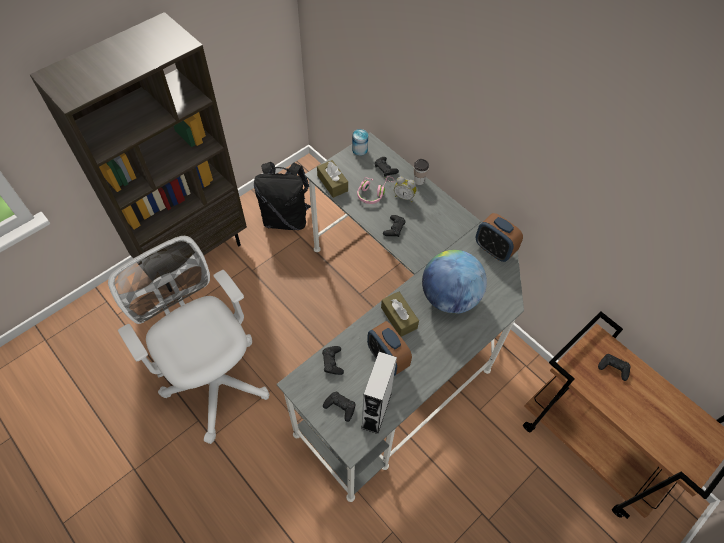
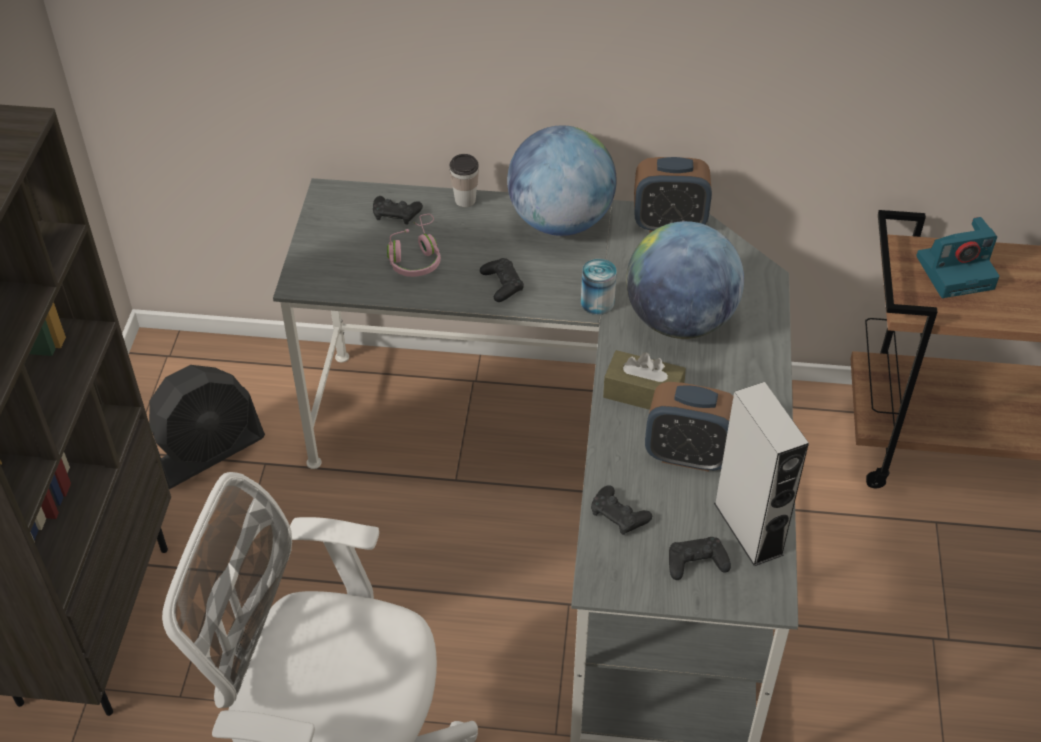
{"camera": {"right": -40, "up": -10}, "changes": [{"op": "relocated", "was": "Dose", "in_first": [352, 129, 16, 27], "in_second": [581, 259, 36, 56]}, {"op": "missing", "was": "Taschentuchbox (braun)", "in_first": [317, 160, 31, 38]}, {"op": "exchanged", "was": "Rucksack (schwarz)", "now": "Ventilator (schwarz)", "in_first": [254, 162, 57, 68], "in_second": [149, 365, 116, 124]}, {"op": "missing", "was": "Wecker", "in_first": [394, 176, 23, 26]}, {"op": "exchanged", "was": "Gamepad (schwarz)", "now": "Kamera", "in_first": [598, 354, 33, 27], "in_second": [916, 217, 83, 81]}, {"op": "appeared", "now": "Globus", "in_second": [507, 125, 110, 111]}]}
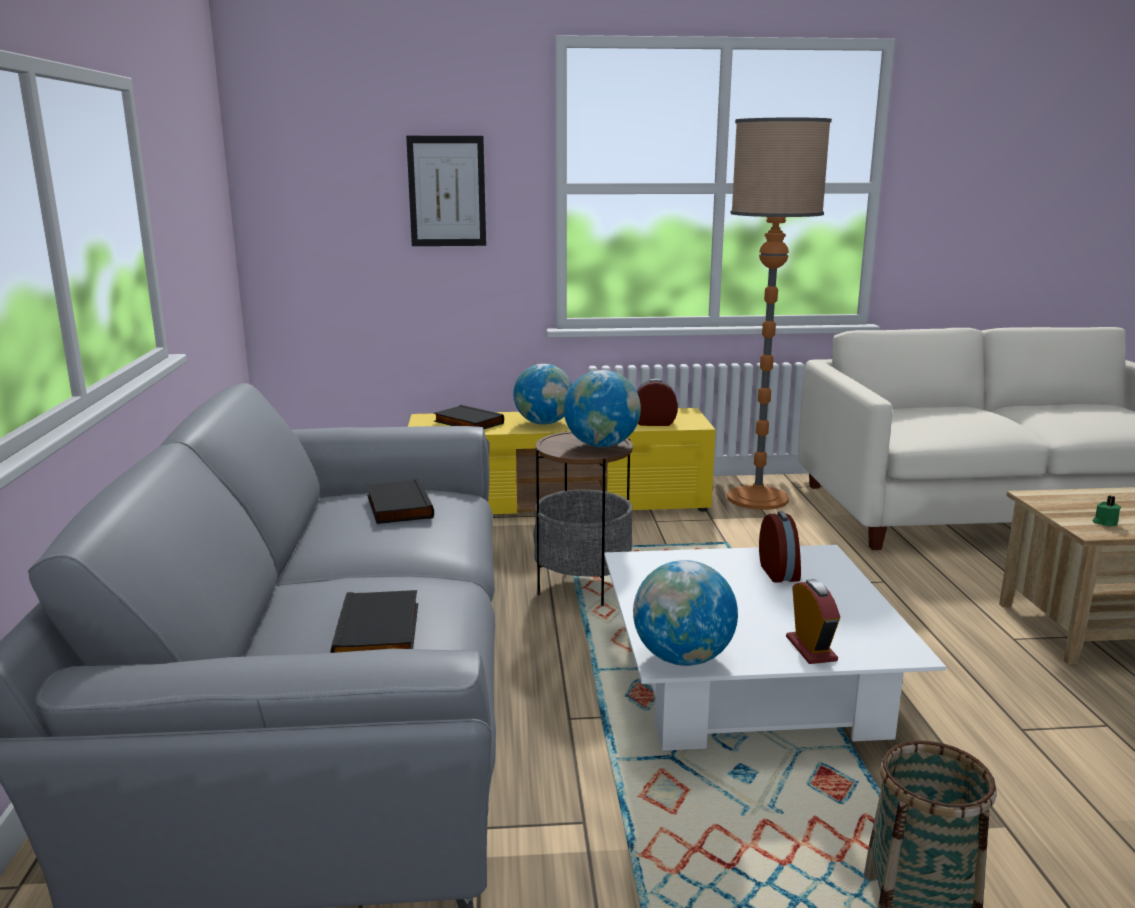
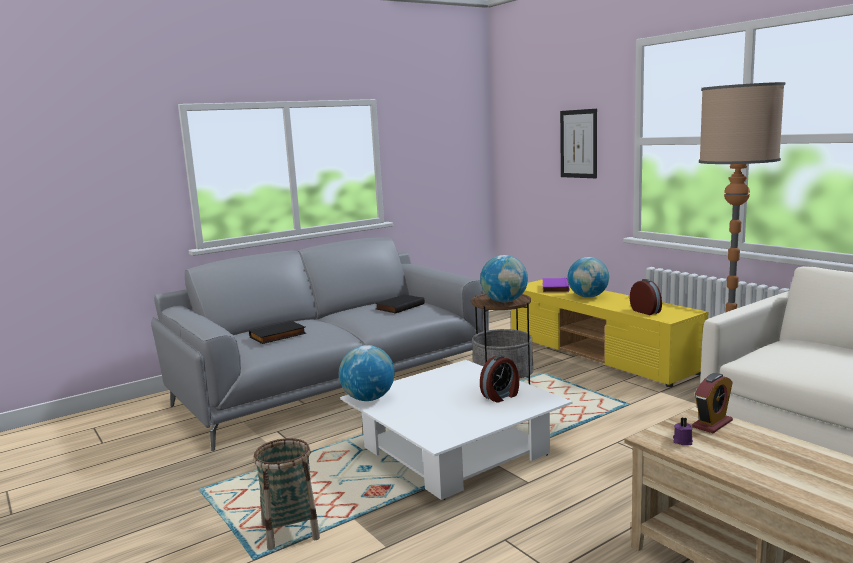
{"camera": {"right": 60, "up": -5}, "changes": [{"op": "colour", "was": "Buch (schwarz)", "now": "Buch (lila)", "in_first": [434, 405, 70, 24], "in_second": [543, 278, 26, 14]}, {"op": "colour", "was": "Kerze (grün)", "now": "Kerze (lila)", "in_first": [1093, 496, 28, 30], "in_second": [673, 417, 20, 28]}, {"op": "relocated", "was": "Wecker", "in_first": [786, 579, 54, 85], "in_second": [692, 373, 41, 60]}]}
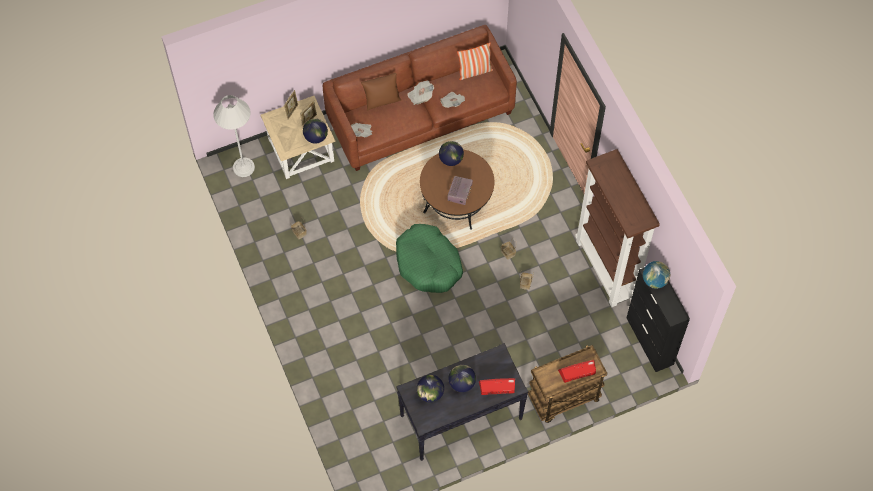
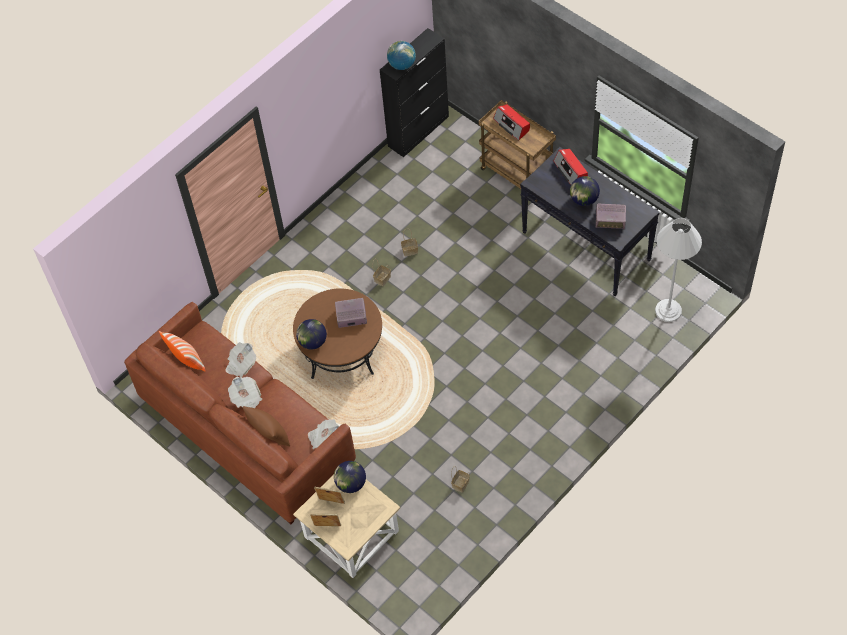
{"camera": {"right": -110, "up": -5}, "changes": [{"op": "relocated", "was": "Stehlampe (weiß)", "in_first": [213, 95, 42, 82], "in_second": [655, 218, 47, 104]}, {"op": "missing", "was": "Bücherregal (braun)", "in_first": [575, 149, 85, 158]}, {"op": "missing", "was": "Hundebett (grün)", "in_first": [396, 224, 67, 69]}, {"op": "exchanged", "was": "Globus", "now": "Radio", "in_first": [417, 375, 27, 27], "in_second": [596, 204, 30, 25]}]}
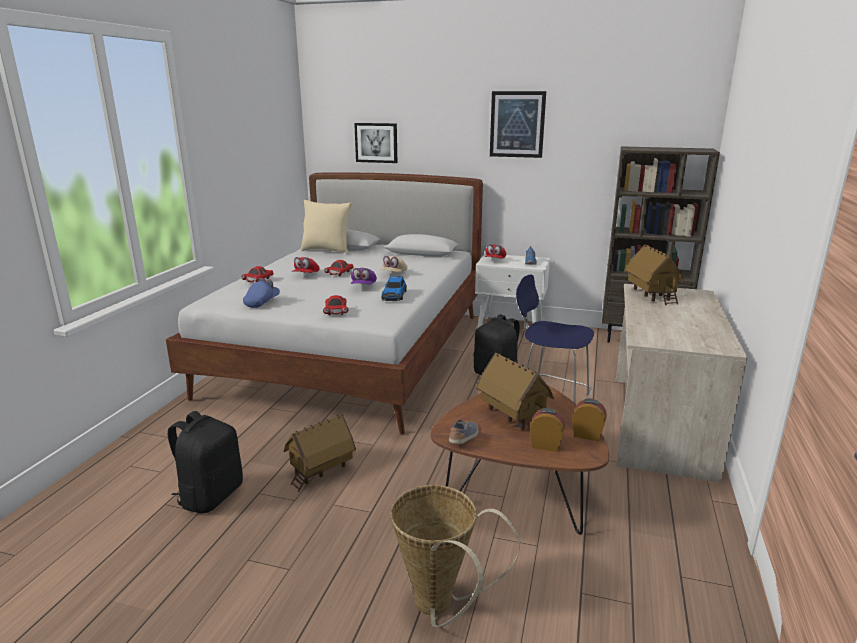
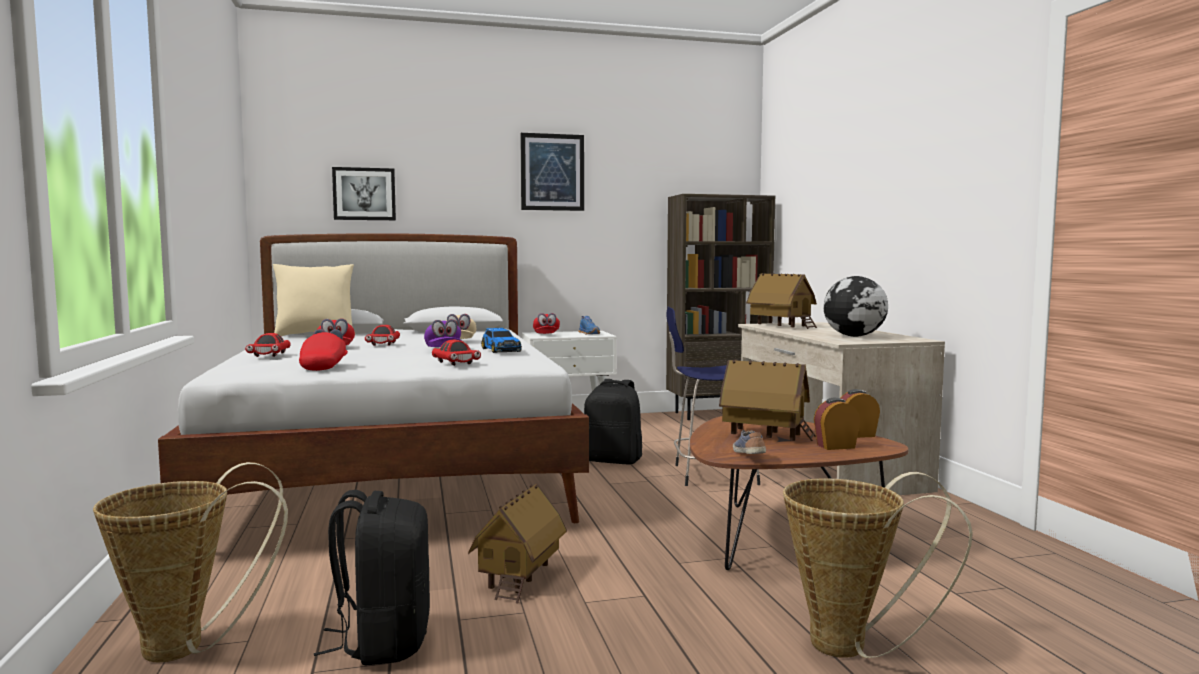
{"camera": {"right": -30, "up": -15}, "changes": [{"op": "colour", "was": "Kappe (blau)", "now": "Kappe (rot)", "in_first": [243, 278, 37, 30], "in_second": [299, 329, 49, 42]}, {"op": "appeared", "now": "Globus", "in_second": [823, 276, 65, 61]}, {"op": "appeared", "now": "Korb", "in_second": [93, 462, 195, 200]}]}
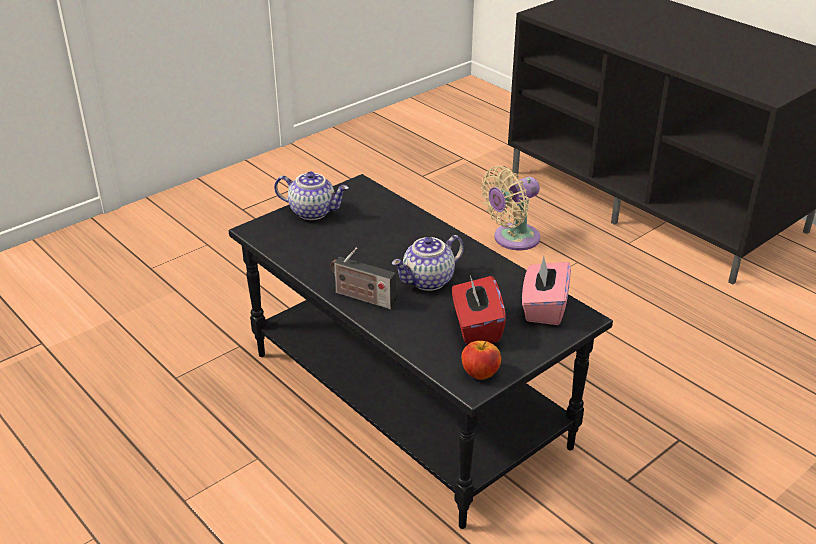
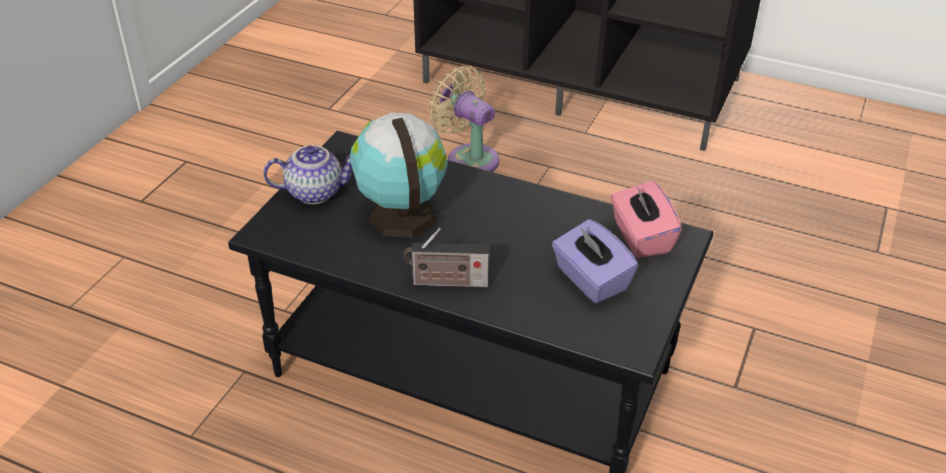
{"camera": {"right": -25, "up": 5}, "changes": [{"op": "spun", "was": "Ventilator (beige)", "in_first": [481, 166, 59, 84], "in_second": [428, 66, 72, 106], "clockwise": 105}, {"op": "missing", "was": "Teekanne", "in_first": [392, 235, 72, 56]}, {"op": "colour", "was": "Taschentuchbox (rot)", "now": "Taschentuchbox (lila)", "in_first": [452, 275, 54, 69], "in_second": [552, 219, 87, 84]}, {"op": "missing", "was": "Apfel", "in_first": [461, 341, 40, 39]}, {"op": "appeared", "now": "Globus", "in_second": [350, 113, 98, 125]}]}
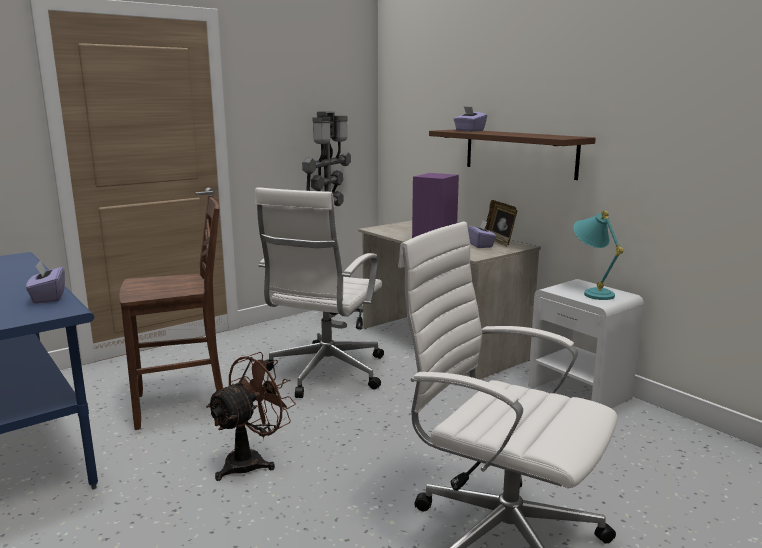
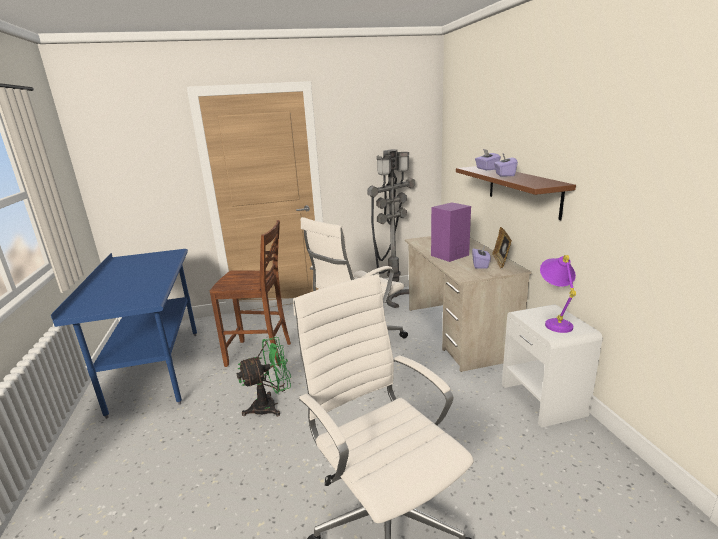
{"camera": {"right": 25, "up": 5}, "changes": [{"op": "colour", "was": "Tischlampe (türkis)", "now": "Tischlampe (lila)", "in_first": [573, 211, 50, 89], "in_second": [540, 255, 36, 78]}, {"op": "relocated", "was": "Taschentuchbox (lila)", "in_first": [26, 260, 39, 44], "in_second": [494, 154, 24, 23]}, {"op": "colour", "was": "Ventilator (braun)", "now": "Ventilator (grün)", "in_first": [206, 352, 90, 129], "in_second": [236, 337, 55, 79]}]}
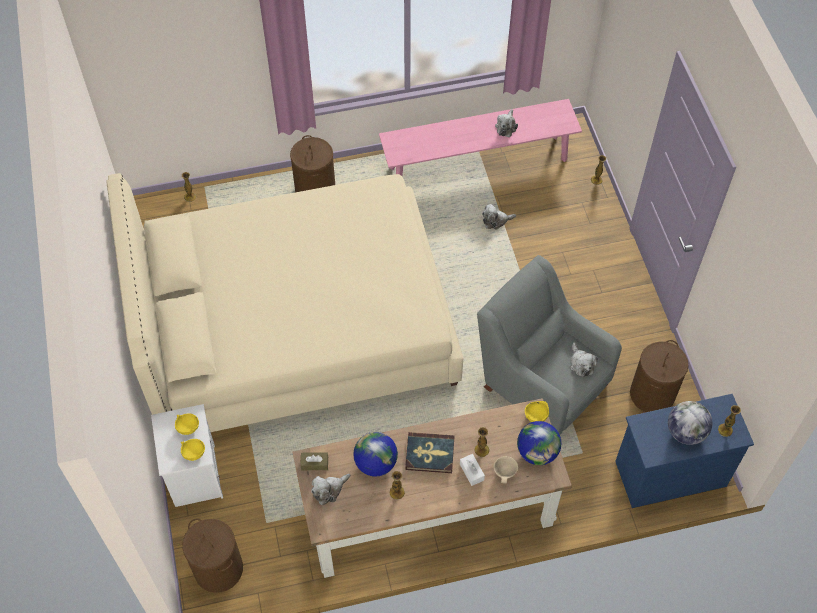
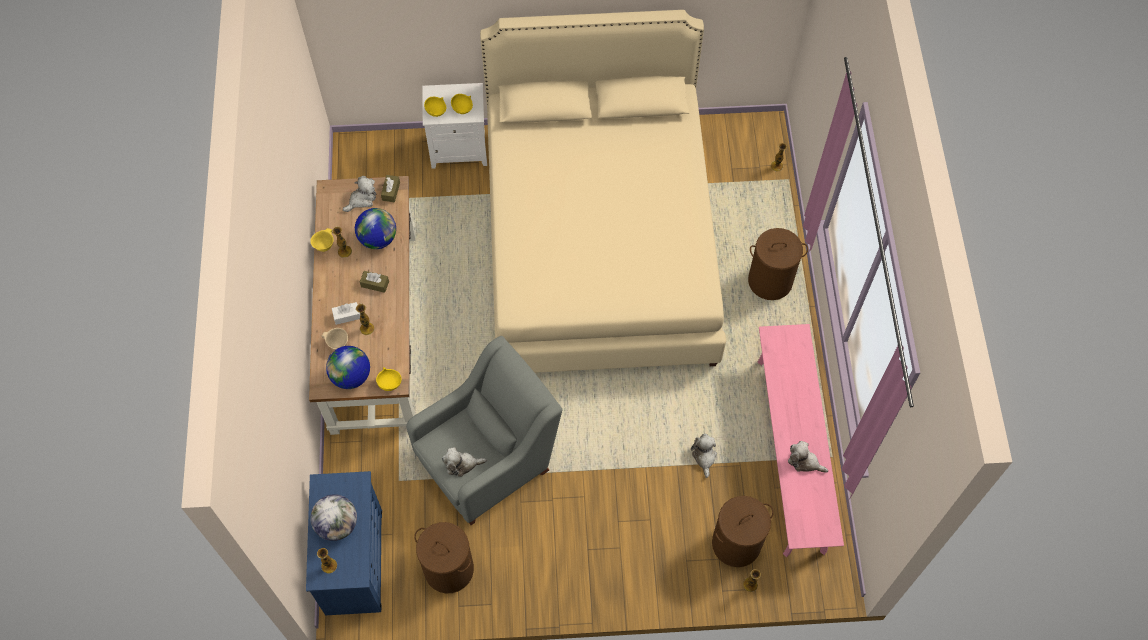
{"camera": {"right": 100, "up": 5}, "changes": [{"op": "exchanged", "was": "Buch", "now": "Taschentuchbox (braun)", "in_first": [405, 432, 50, 41], "in_second": [360, 271, 29, 22]}, {"op": "spun", "was": "Plüschtier", "in_first": [311, 474, 40, 31], "in_second": [343, 176, 33, 36], "clockwise": 75}, {"op": "relocated", "was": "Wäschekorb (braun)", "in_first": [182, 519, 61, 74], "in_second": [712, 496, 62, 71]}, {"op": "appeared", "now": "Schüssel (gelb)", "in_second": [310, 228, 24, 24]}]}
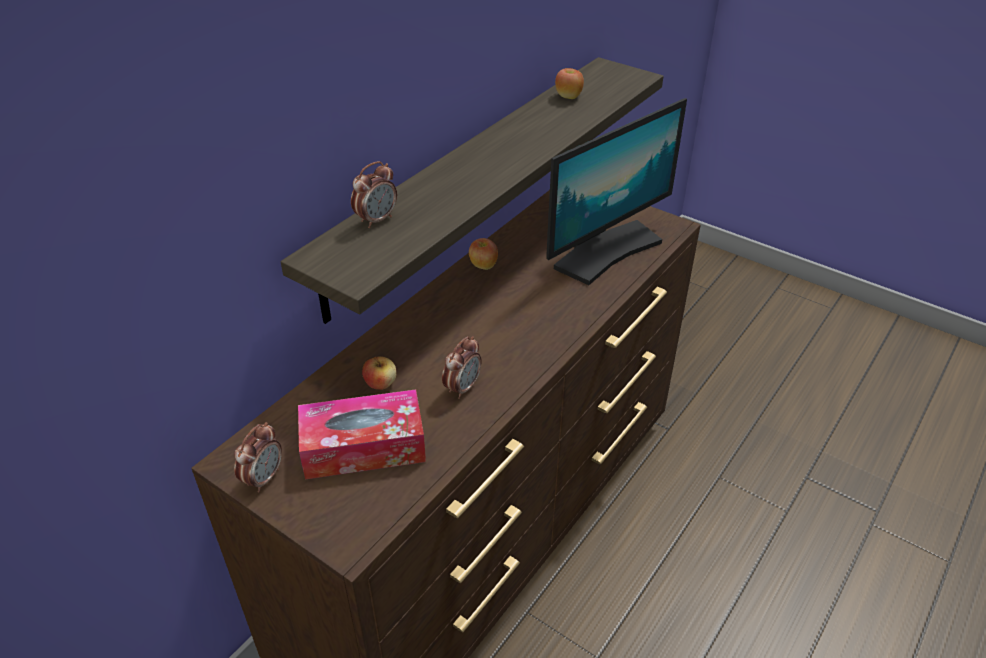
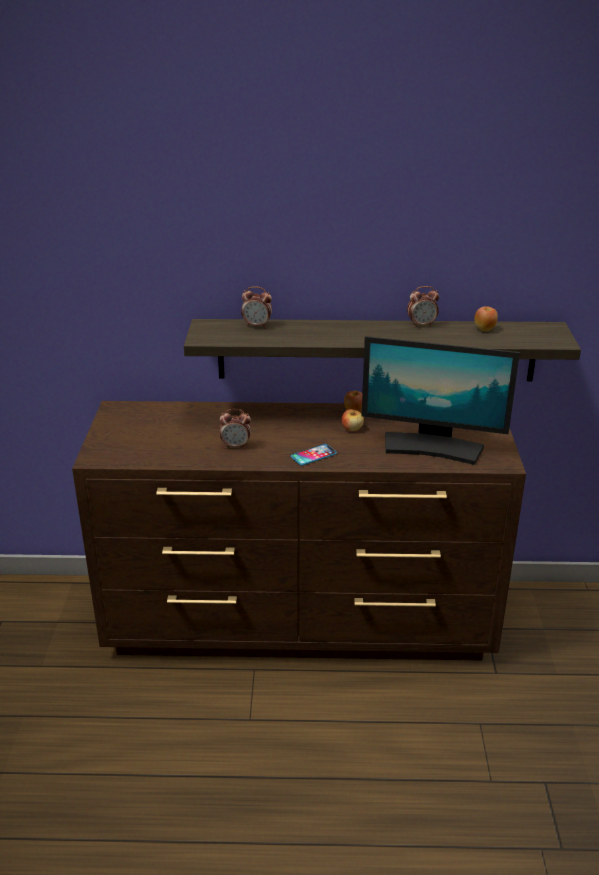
{"camera": {"right": 55, "up": -10}, "changes": [{"op": "relocated", "was": "Apfel", "in_first": [362, 356, 35, 34], "in_second": [342, 408, 22, 23]}, {"op": "missing", "was": "Taschentuchbox", "in_first": [298, 389, 128, 90]}, {"op": "relocated", "was": "Wecker", "in_first": [234, 422, 48, 70], "in_second": [407, 286, 32, 41]}, {"op": "appeared", "now": "Handy", "in_second": [291, 444, 46, 22]}]}
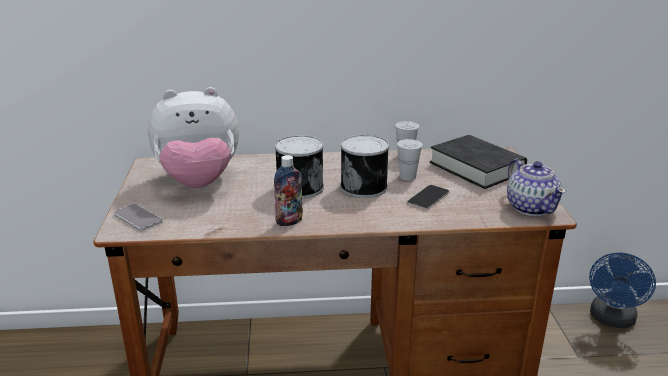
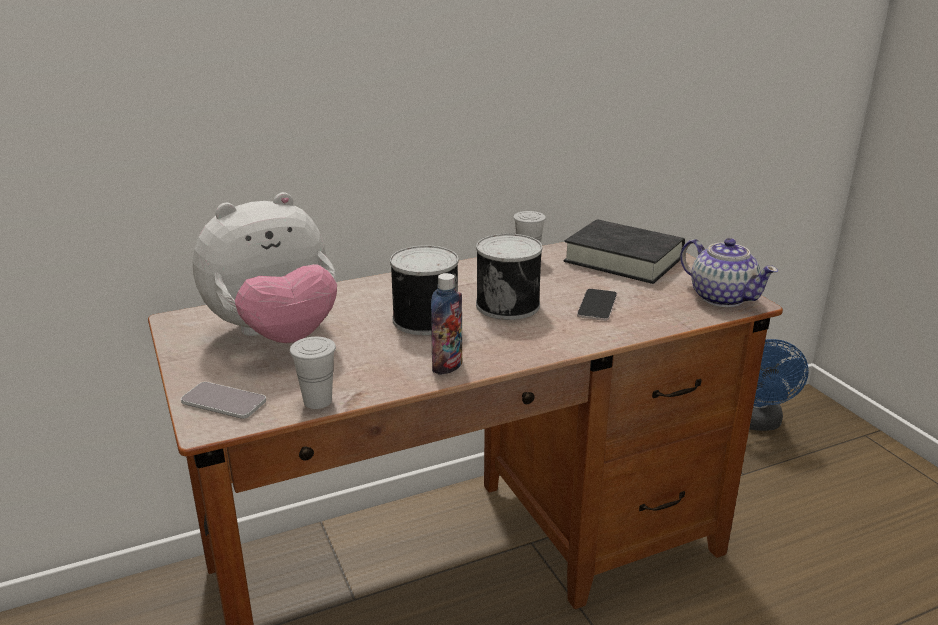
{"camera": {"right": -20, "up": 0}, "changes": [{"op": "relocated", "was": "Tasse (weiß)", "in_first": [397, 139, 26, 42], "in_second": [290, 337, 46, 72]}]}
